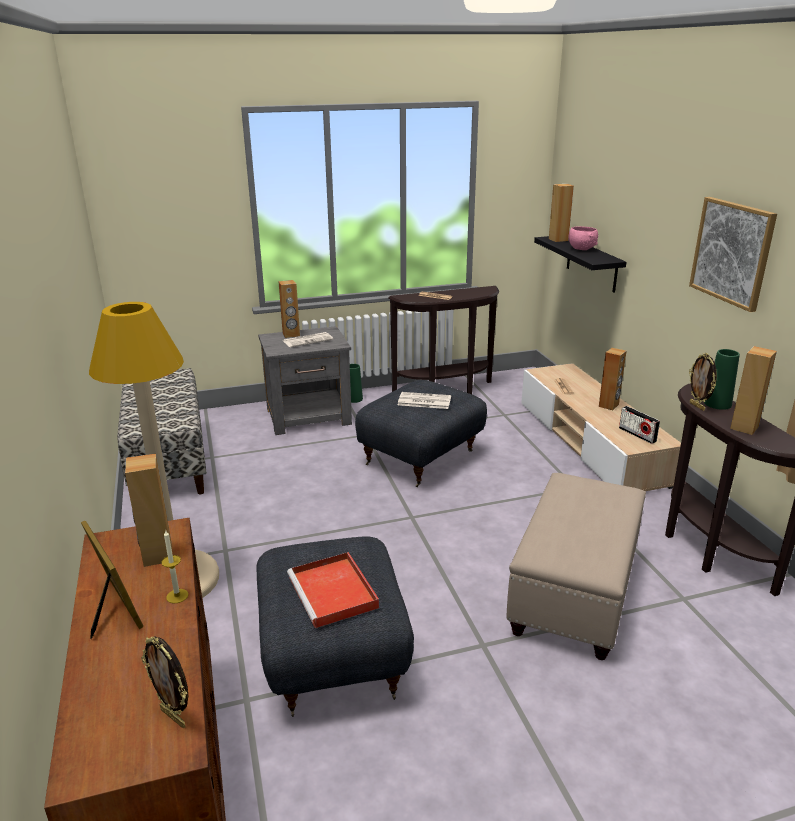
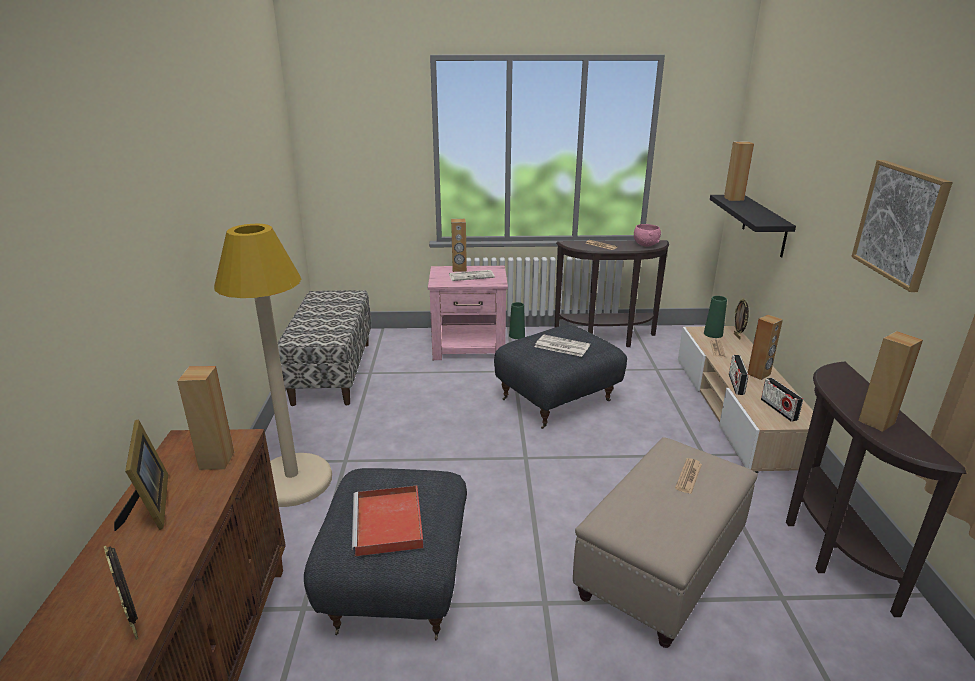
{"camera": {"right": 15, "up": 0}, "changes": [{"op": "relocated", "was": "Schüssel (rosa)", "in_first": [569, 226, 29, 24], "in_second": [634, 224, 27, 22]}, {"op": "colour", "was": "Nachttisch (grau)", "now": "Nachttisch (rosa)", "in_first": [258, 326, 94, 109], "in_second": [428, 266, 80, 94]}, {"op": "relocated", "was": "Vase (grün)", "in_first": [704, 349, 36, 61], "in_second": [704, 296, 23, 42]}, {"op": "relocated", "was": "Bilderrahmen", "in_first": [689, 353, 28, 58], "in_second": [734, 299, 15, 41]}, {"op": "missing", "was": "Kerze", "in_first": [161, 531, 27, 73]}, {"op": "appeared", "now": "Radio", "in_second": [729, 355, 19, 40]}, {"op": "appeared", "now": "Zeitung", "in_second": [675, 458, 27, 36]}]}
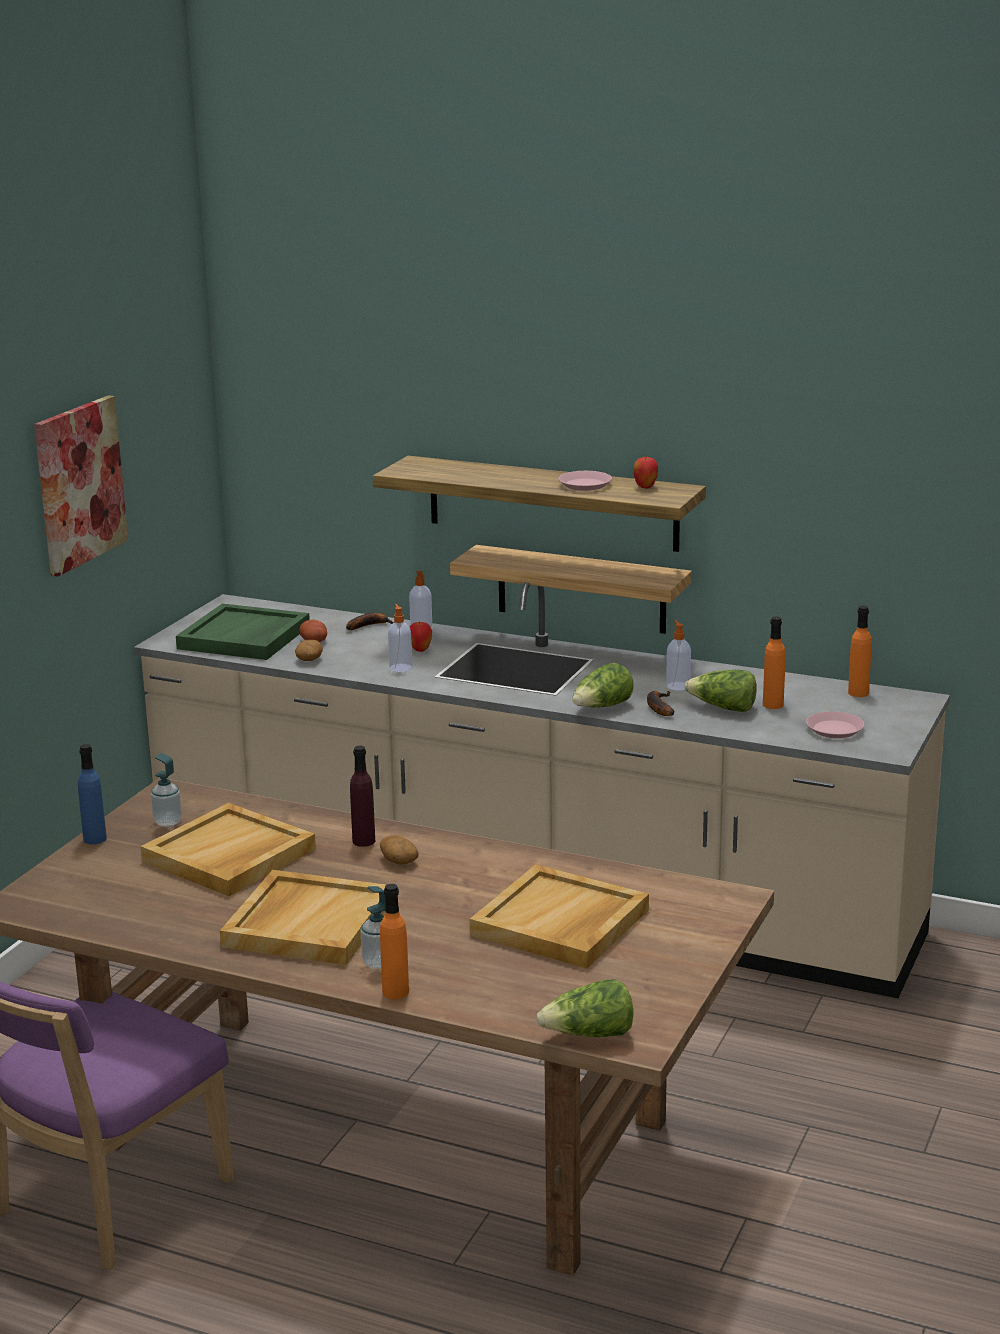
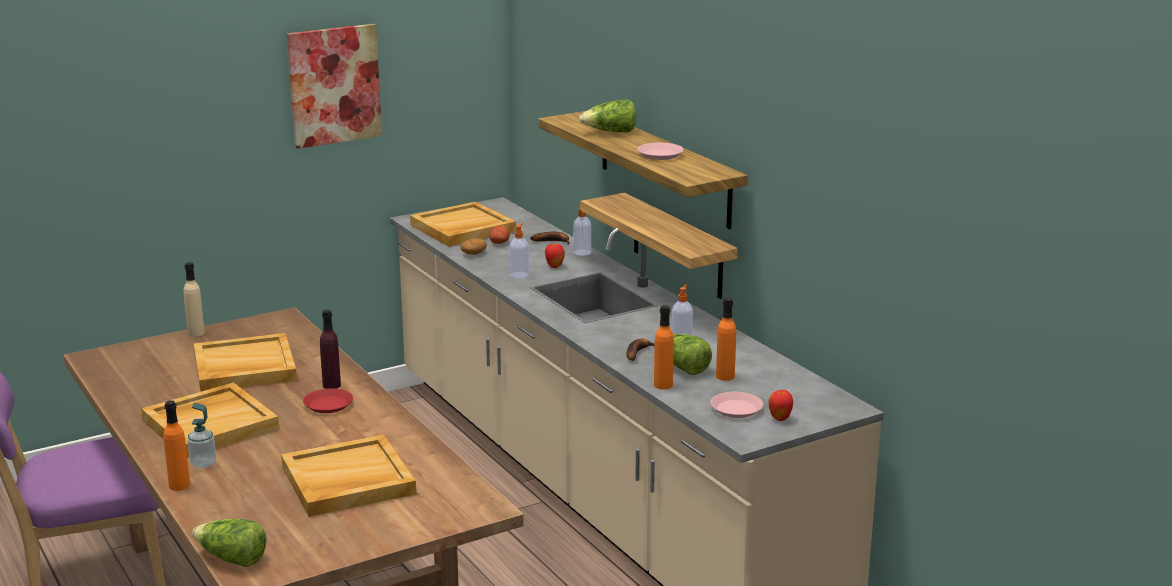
{"camera": {"right": 35, "up": 0}, "changes": [{"op": "relocated", "was": "Apfel", "in_first": [633, 457, 25, 32], "in_second": [769, 390, 24, 31]}, {"op": "colour", "was": "Tablett (grün)", "now": "Tablett (beige)", "in_first": [176, 604, 134, 56], "in_second": [410, 202, 106, 45]}, {"op": "relocated", "was": "Flasche (orange)", "in_first": [848, 606, 24, 91], "in_second": [654, 305, 20, 84]}, {"op": "relocated", "was": "Salatkopf", "in_first": [572, 663, 62, 45], "in_second": [579, 100, 57, 32]}, {"op": "colour", "was": "Flasche (blau)", "now": "Flasche (beige)", "in_first": [78, 744, 29, 100], "in_second": [183, 262, 22, 75]}, {"op": "missing", "was": "Seifenspender", "in_first": [151, 753, 31, 74]}, {"op": "exchanged", "was": "Kartoffel", "now": "Teller (rot)", "in_first": [380, 835, 39, 30], "in_second": [303, 388, 50, 25]}]}
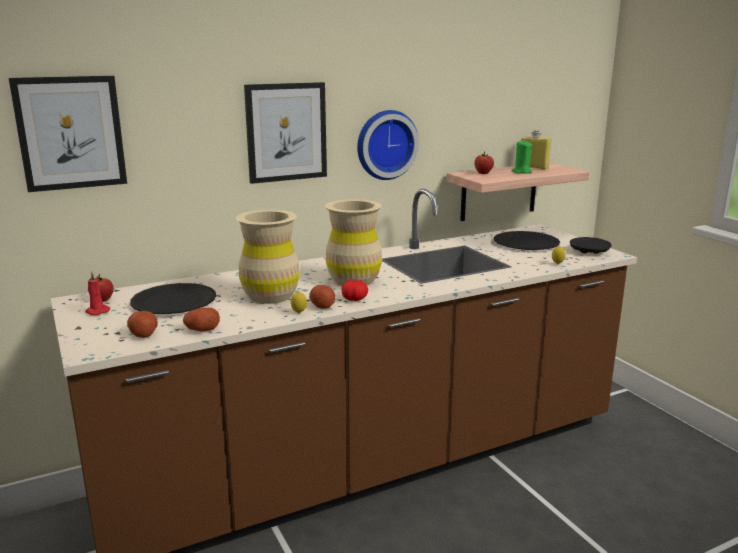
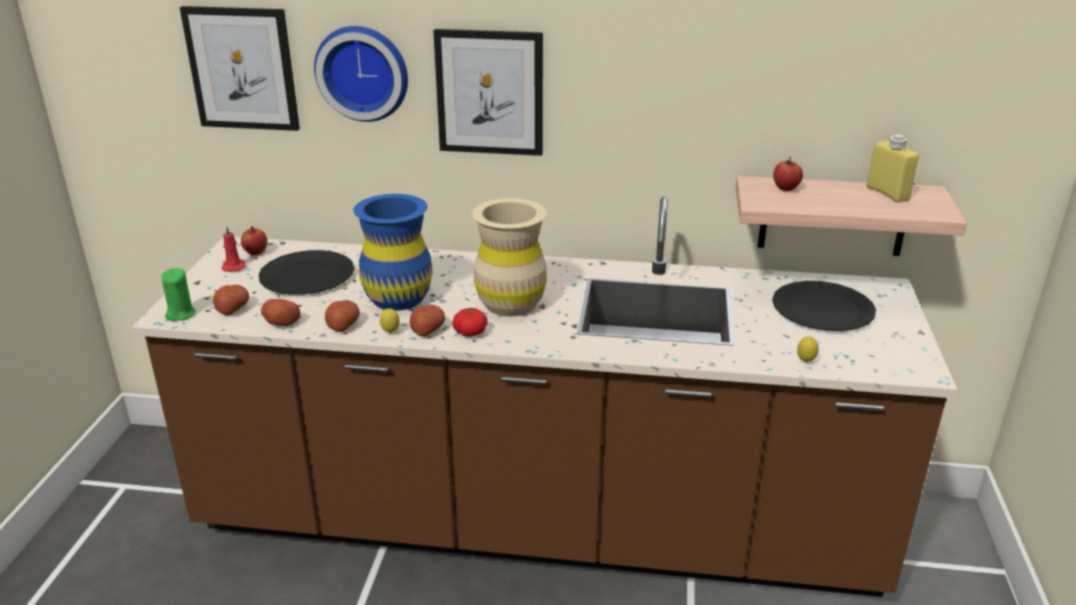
{"camera": {"right": 35, "up": 10}, "changes": [{"op": "relocated", "was": "Wanduhr", "in_first": [357, 110, 62, 70], "in_second": [314, 26, 94, 96]}, {"op": "relocated", "was": "Kerze (grün)", "in_first": [511, 140, 22, 34], "in_second": [161, 268, 35, 53]}, {"op": "colour", "was": "Vase (beige)", "now": "Vase (blau)", "in_first": [236, 210, 64, 94], "in_second": [353, 194, 80, 117]}, {"op": "missing", "was": "Teller (schwarz)", "in_first": [570, 237, 42, 17]}, {"op": "appeared", "now": "Kartoffel", "in_second": [325, 300, 35, 32]}]}
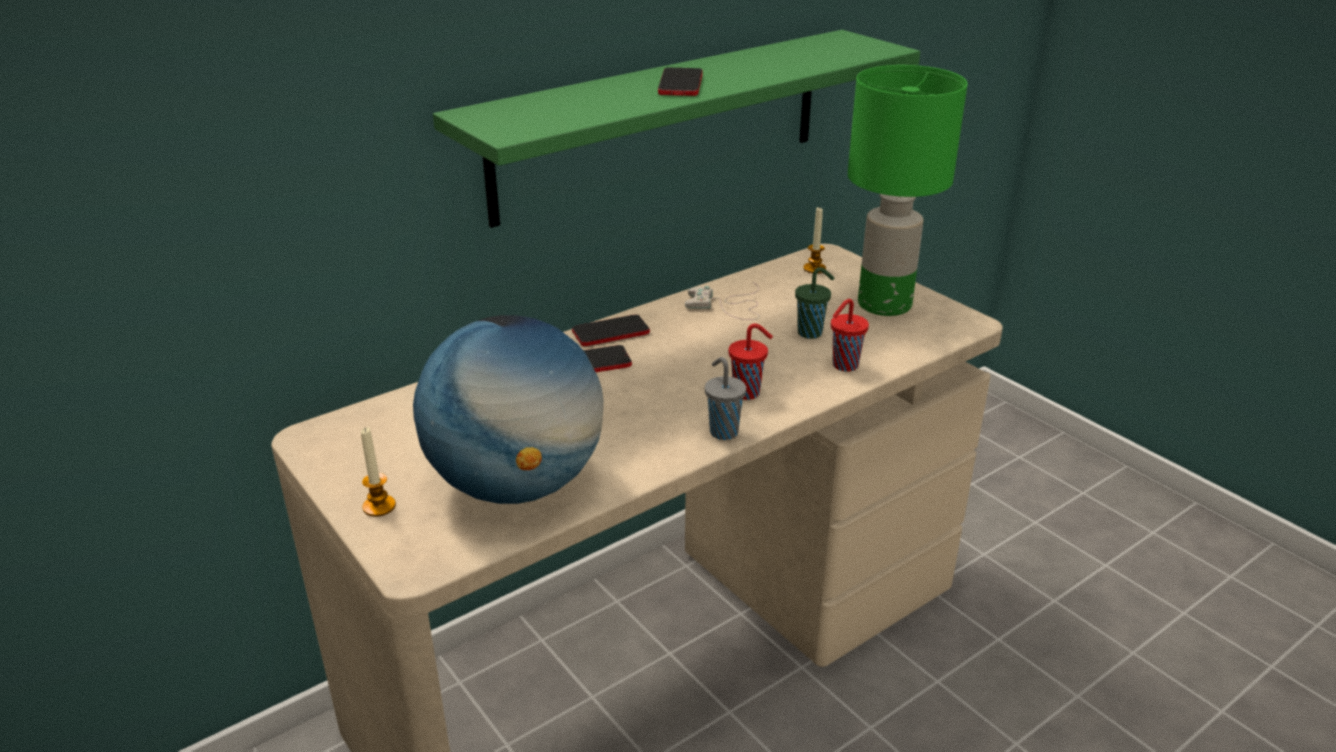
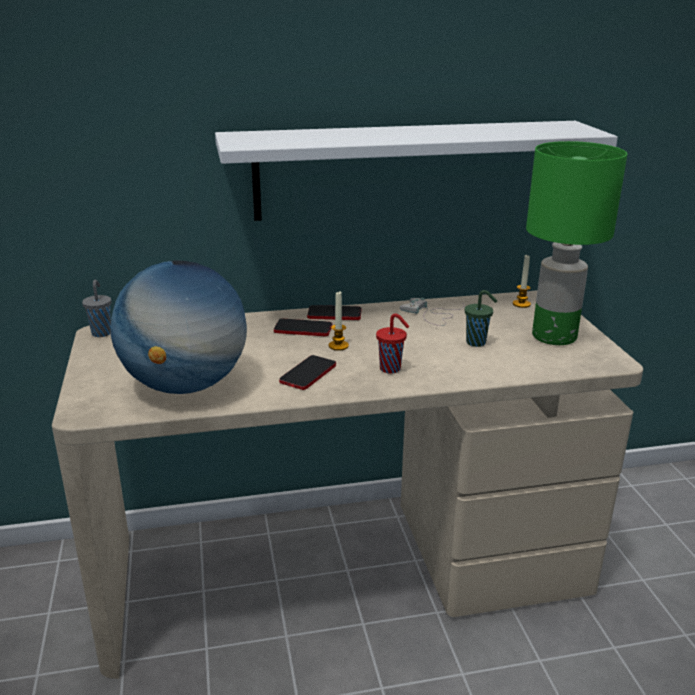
{"camera": {"right": 25, "up": -5}, "changes": [{"op": "colour", "was": "Wandregal (grün)", "now": "Wandregal (weiß)", "in_first": [433, 30, 487, 198], "in_second": [215, 121, 403, 100]}, {"op": "relocated", "was": "Handy", "in_first": [658, 68, 45, 28], "in_second": [279, 355, 57, 35]}, {"op": "missing", "was": "Tasse (rot)", "in_first": [831, 299, 38, 73]}, {"op": "relocated", "was": "Tasse (grau)", "in_first": [705, 357, 41, 83], "in_second": [82, 280, 29, 57]}, {"op": "relocated", "was": "Kerze", "in_first": [361, 427, 35, 90], "in_second": [329, 291, 20, 60]}]}
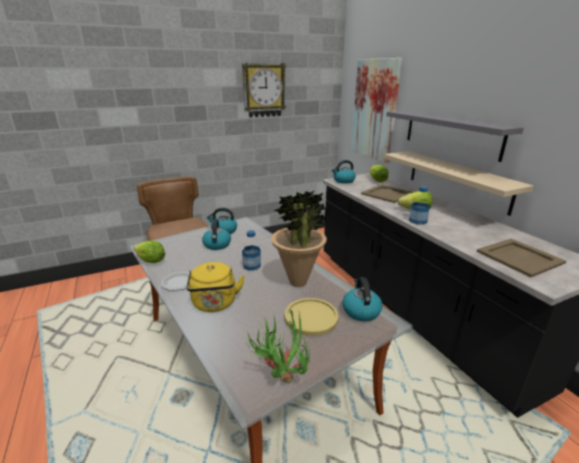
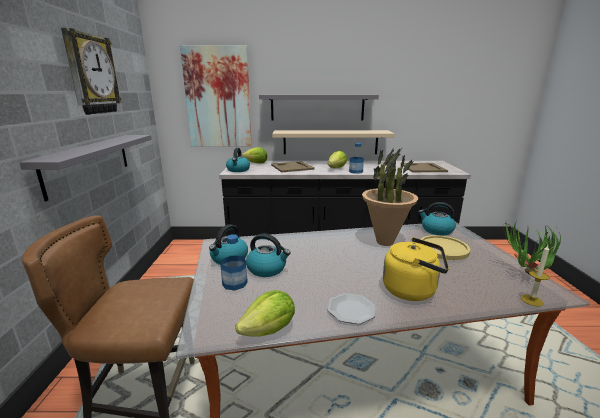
{"camera": {"right": -65, "up": -5}, "changes": [{"op": "relocated", "was": "Flasche", "in_first": [242, 230, 19, 41], "in_second": [220, 235, 28, 56]}, {"op": "appeared", "now": "Wandregal (grau)", "in_second": [19, 135, 133, 66]}, {"op": "appeared", "now": "Kerze", "in_second": [521, 245, 29, 62]}]}
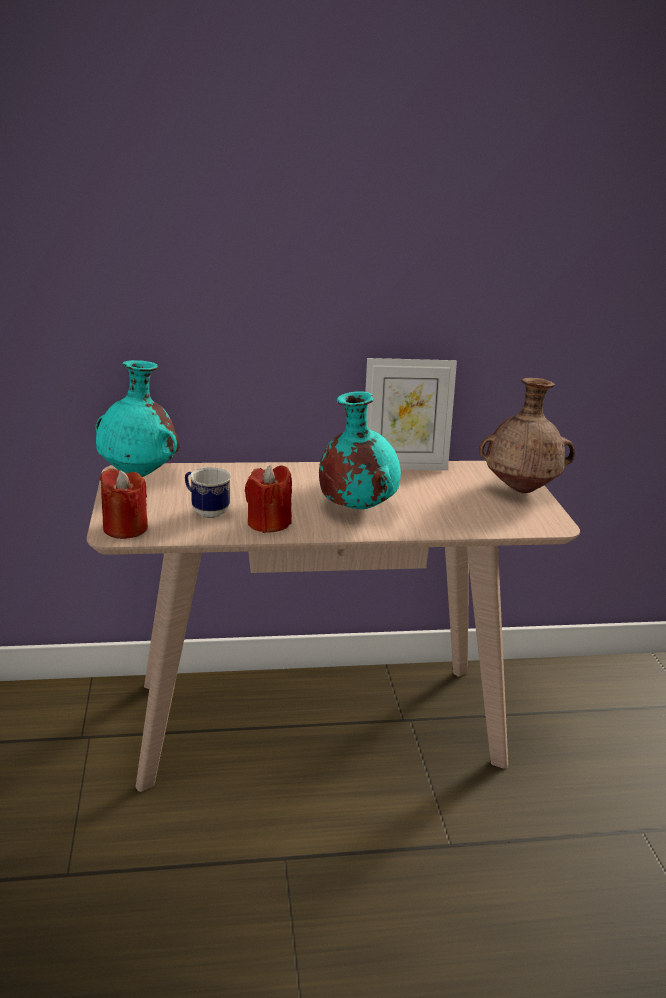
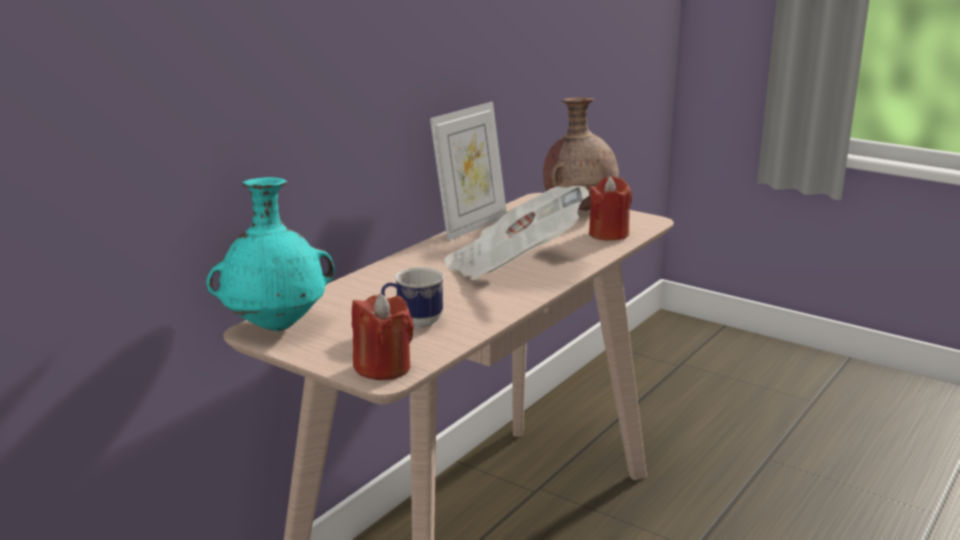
{"camera": {"right": -45, "up": -5}, "changes": [{"op": "exchanged", "was": "Vase (türkis)", "now": "Zeitung", "in_first": [319, 391, 82, 118], "in_second": [444, 186, 146, 94]}, {"op": "relocated", "was": "Kerze (rot)", "in_first": [245, 465, 47, 68], "in_second": [589, 176, 43, 65]}]}
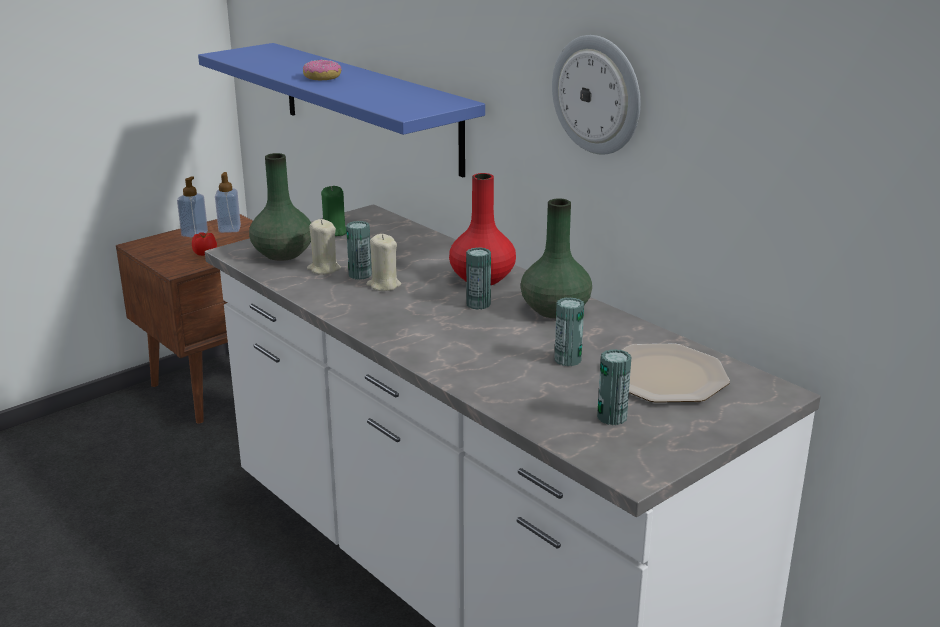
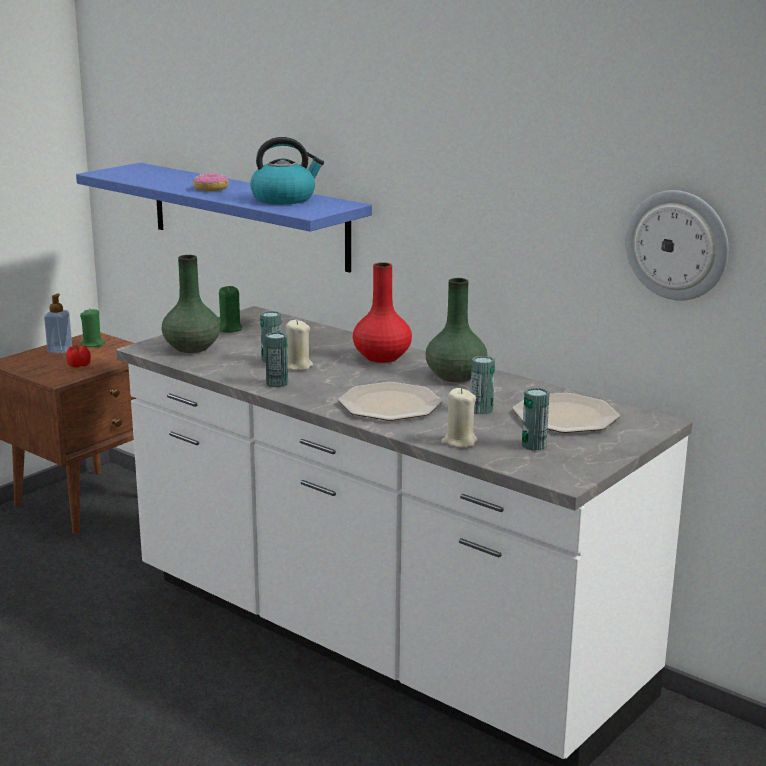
{"camera": {"right": -10, "up": -5}, "changes": [{"op": "relocated", "was": "Wanduhr", "in_first": [552, 35, 89, 120], "in_second": [625, 190, 104, 111]}, {"op": "exchanged", "was": "Seifenspender", "now": "Kerze (grün)", "in_first": [215, 172, 26, 61], "in_second": [80, 308, 25, 39]}, {"op": "relocated", "was": "Kerze (beige)", "in_first": [307, 219, 34, 56], "in_second": [441, 388, 37, 60]}, {"op": "relocated", "was": "Dose", "in_first": [466, 247, 25, 63], "in_second": [265, 332, 23, 55]}, {"op": "appeared", "now": "Wasserkessel", "in_second": [250, 137, 74, 67]}, {"op": "appeared", "now": "Teller", "in_second": [338, 382, 104, 39]}]}
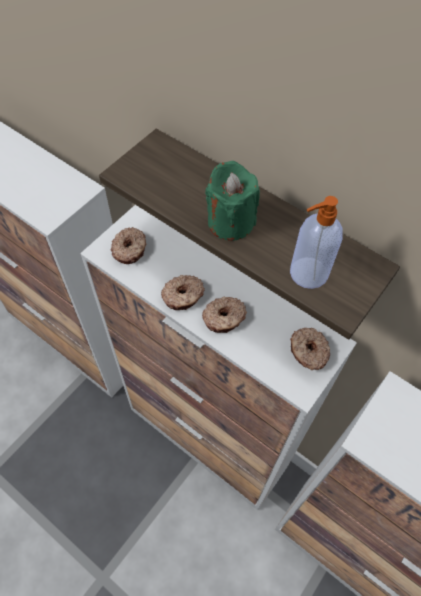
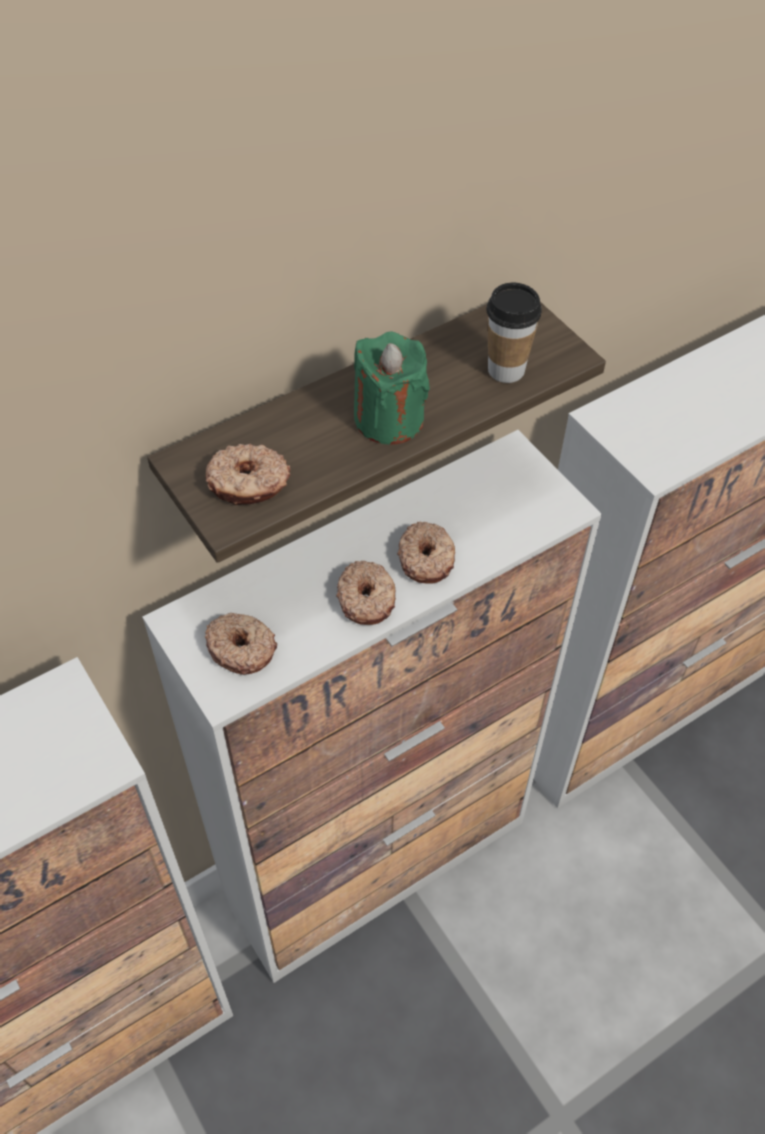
{"camera": {"right": -70, "up": -5}, "changes": [{"op": "exchanged", "was": "Seifenspender", "now": "Tasse", "in_first": [290, 196, 53, 93], "in_second": [486, 283, 56, 100]}, {"op": "relocated", "was": "Donut", "in_first": [290, 328, 40, 42], "in_second": [206, 444, 85, 61]}]}
